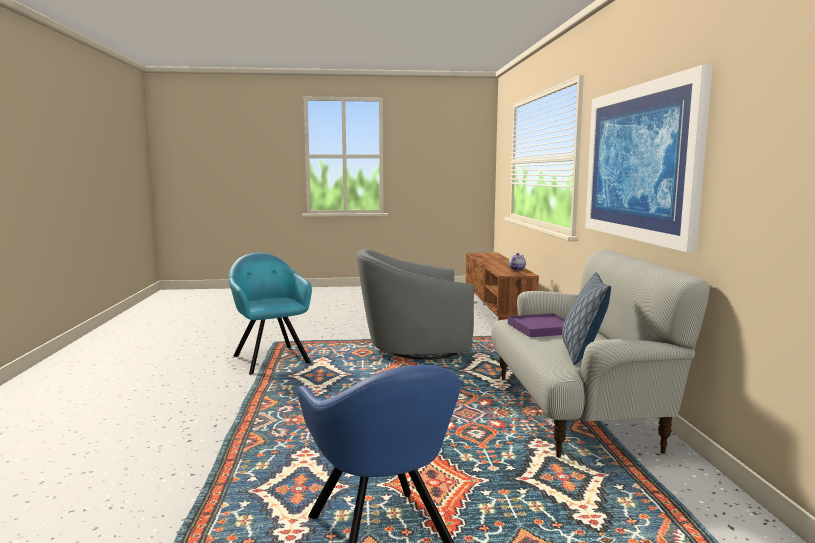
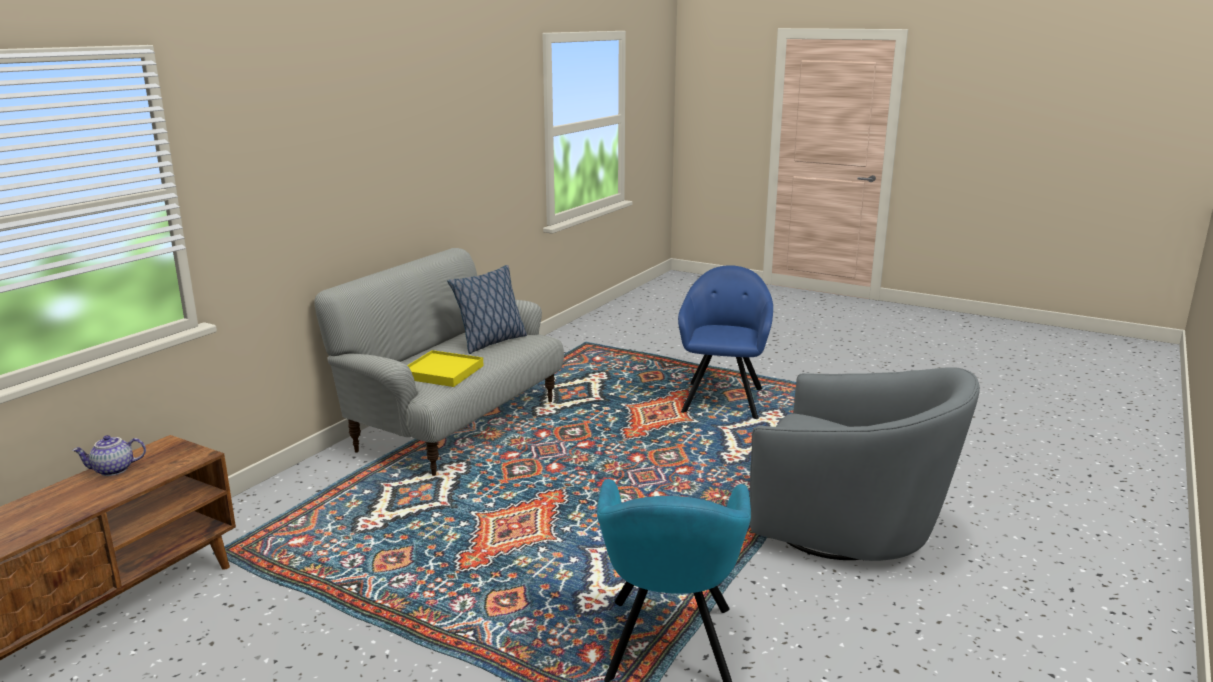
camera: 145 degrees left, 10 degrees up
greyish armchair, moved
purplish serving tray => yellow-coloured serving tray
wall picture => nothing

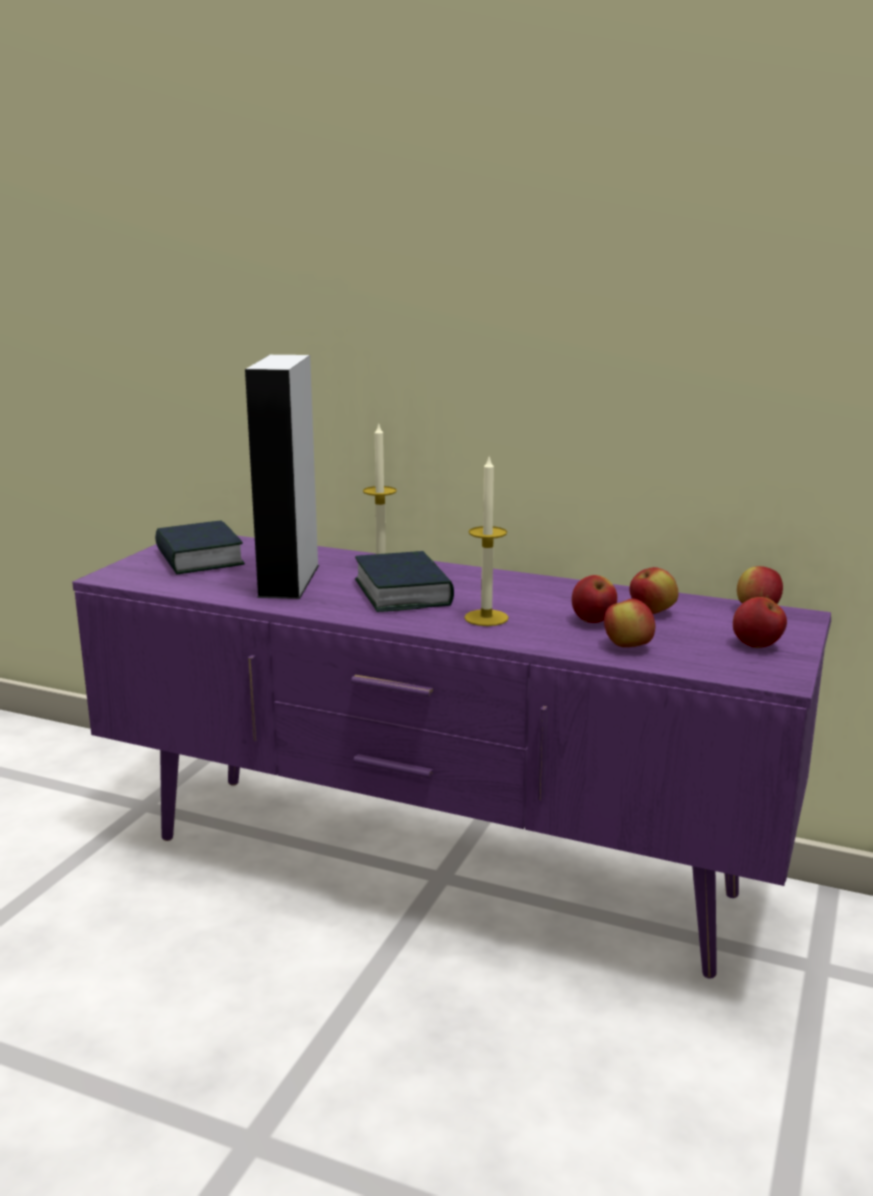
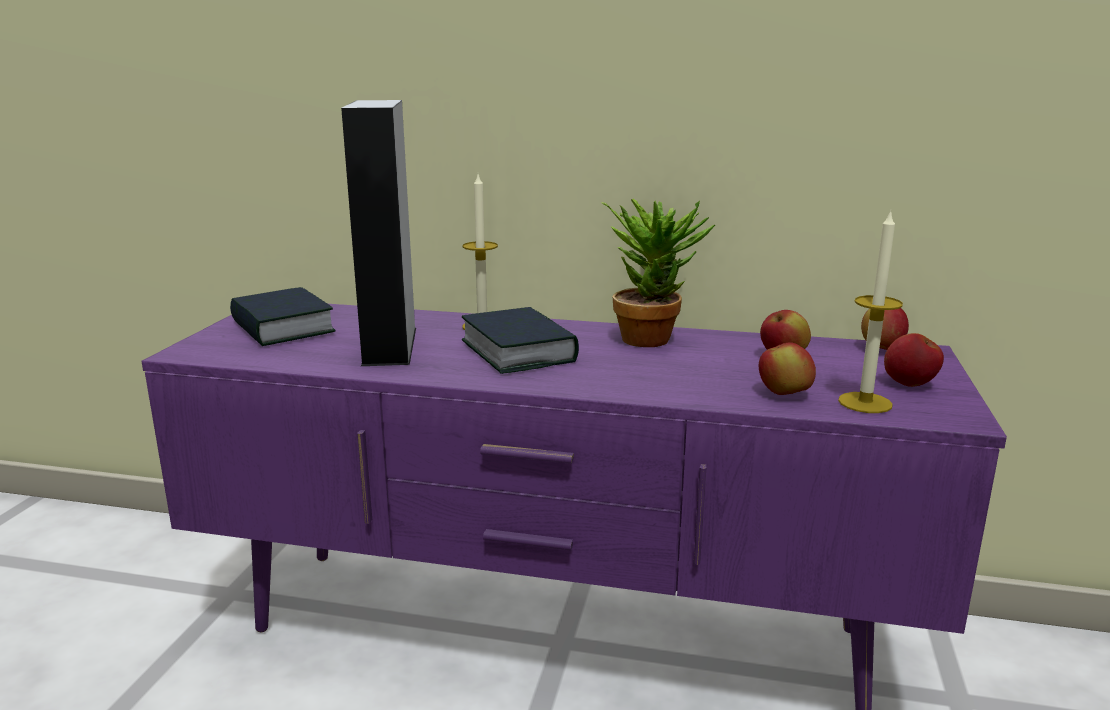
camera: 10 degrees left, 0 degrees up
wax candle (2nd from left), moved
apple (1st from left) => nothing
nothing => plant in a pot

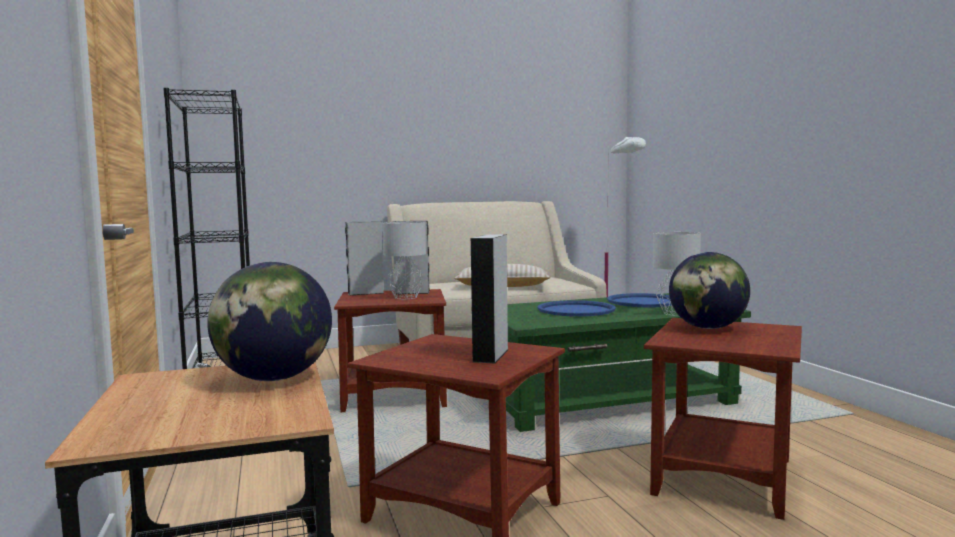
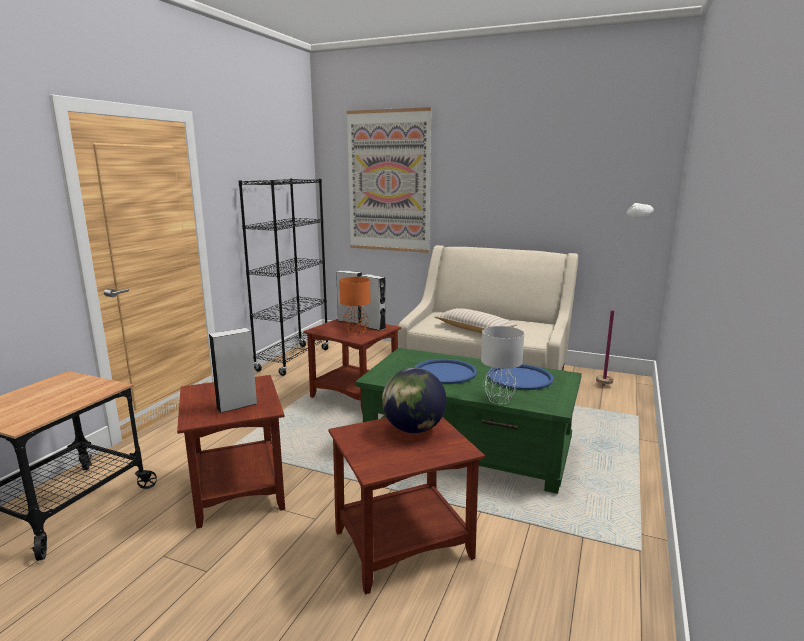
camera: 40 degrees right, 10 degrees up
globe (1st from left) => nothing
greyish tabletop lamp (1st from left) => orangey tabletop lamp
nothing => wall picture

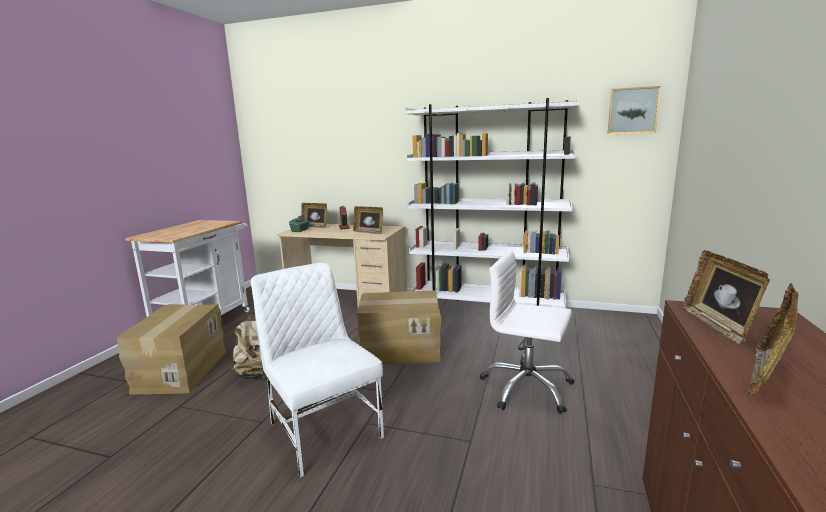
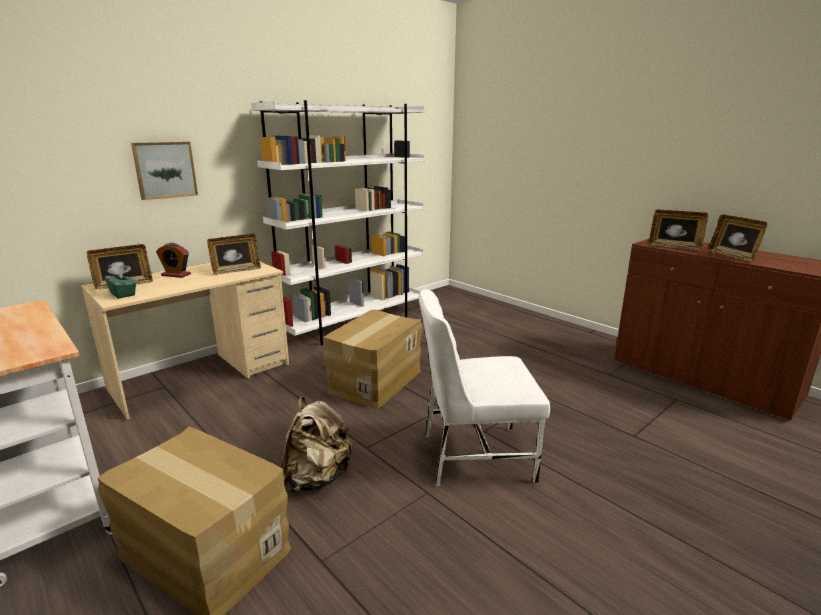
camera: 60 degrees left, 5 degrees up
whitish office chair => nothing
wall picture, moved

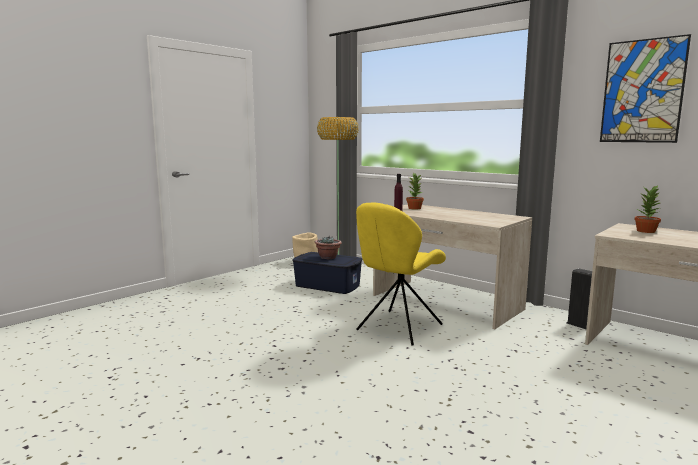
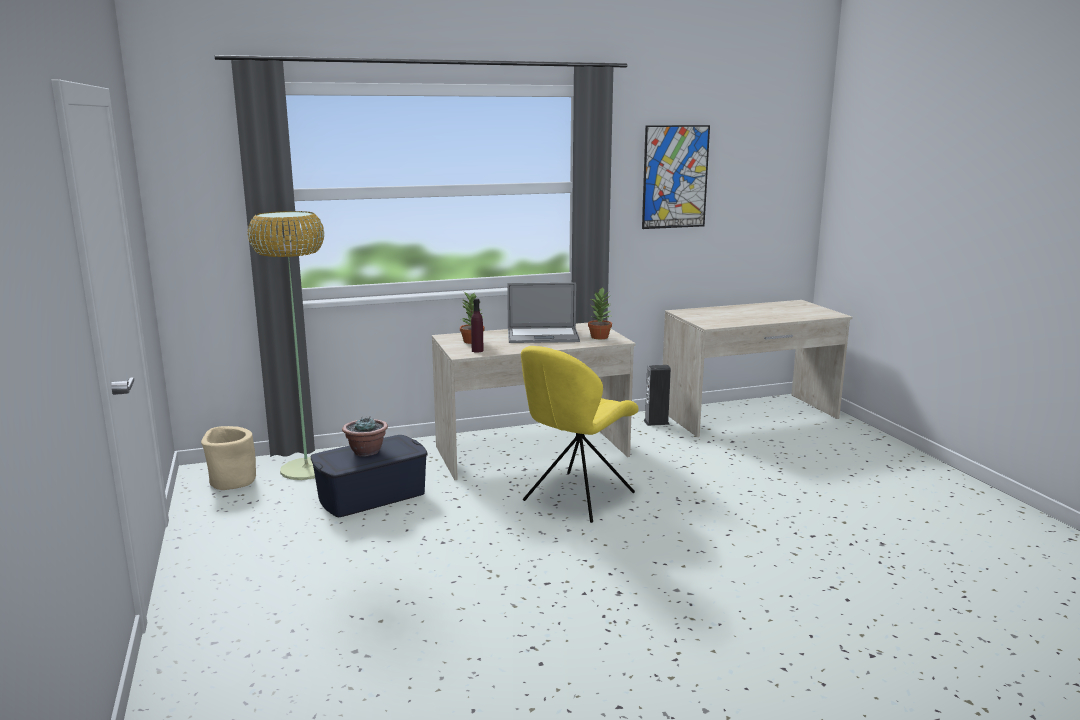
camera: 60 degrees left, 5 degrees up
yellow-coloured chair, 60 degrees clockwise
plant in a pot (3rd from left), moved
nothing => notebook computer

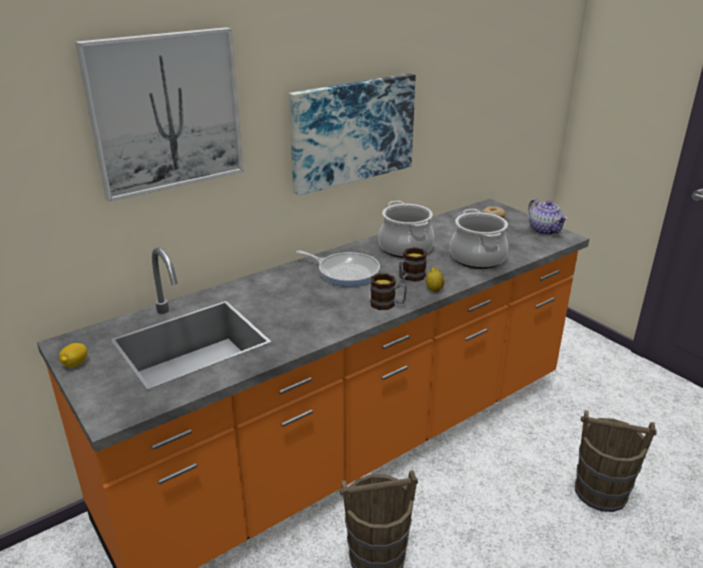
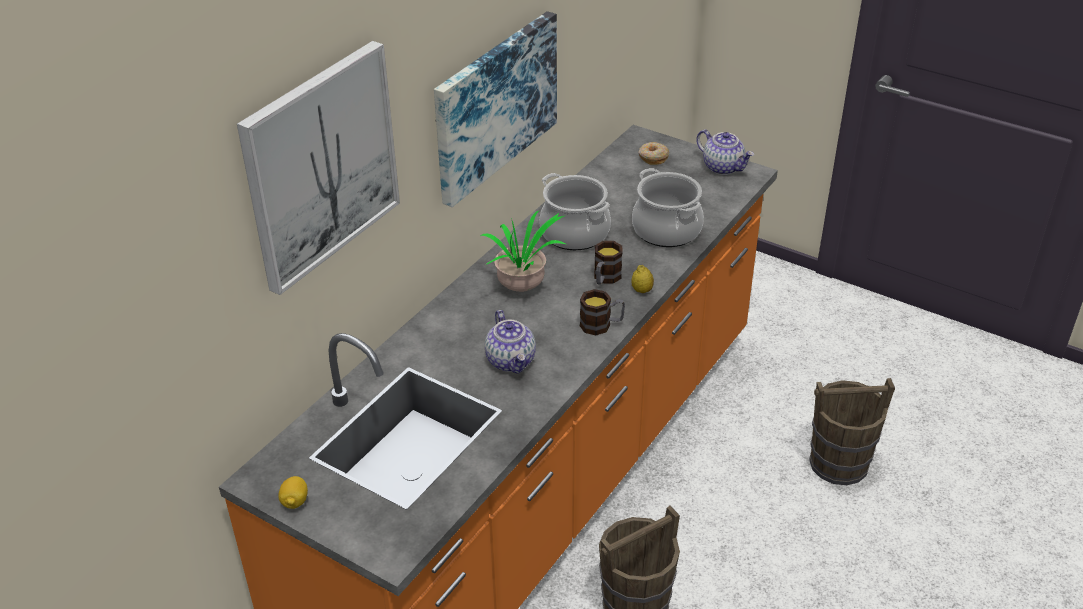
camera: 20 degrees left, 10 degrees up
frying pan => plant in a pot
nothing => pot for tea (1st from left)

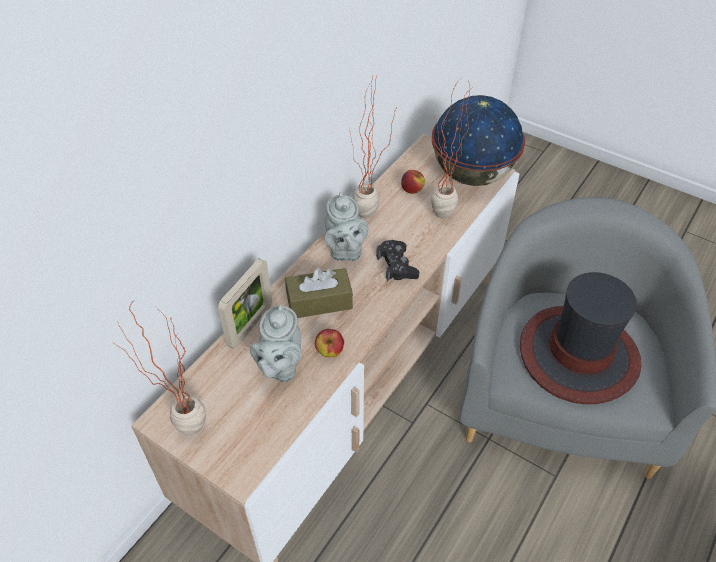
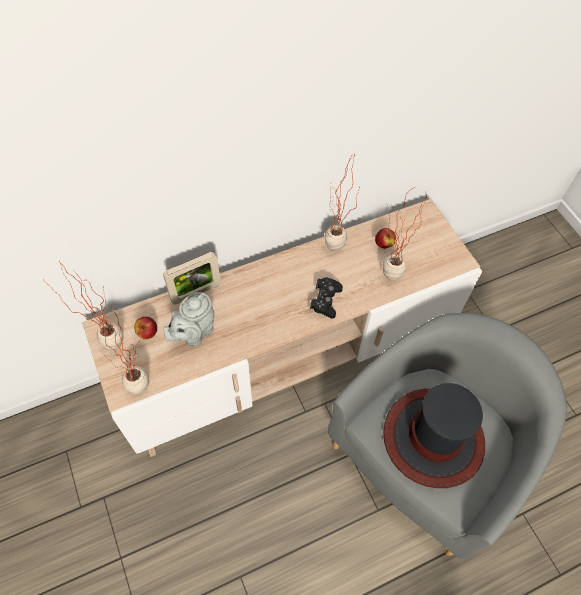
camera: 30 degrees right, 10 degrees up
brownish tissue holder => nothing
apple (1st from left), moved
greyish pot for tea (2nd from left) => nothing
globe => nothing
nothing => plant in a pot (2nd from left)

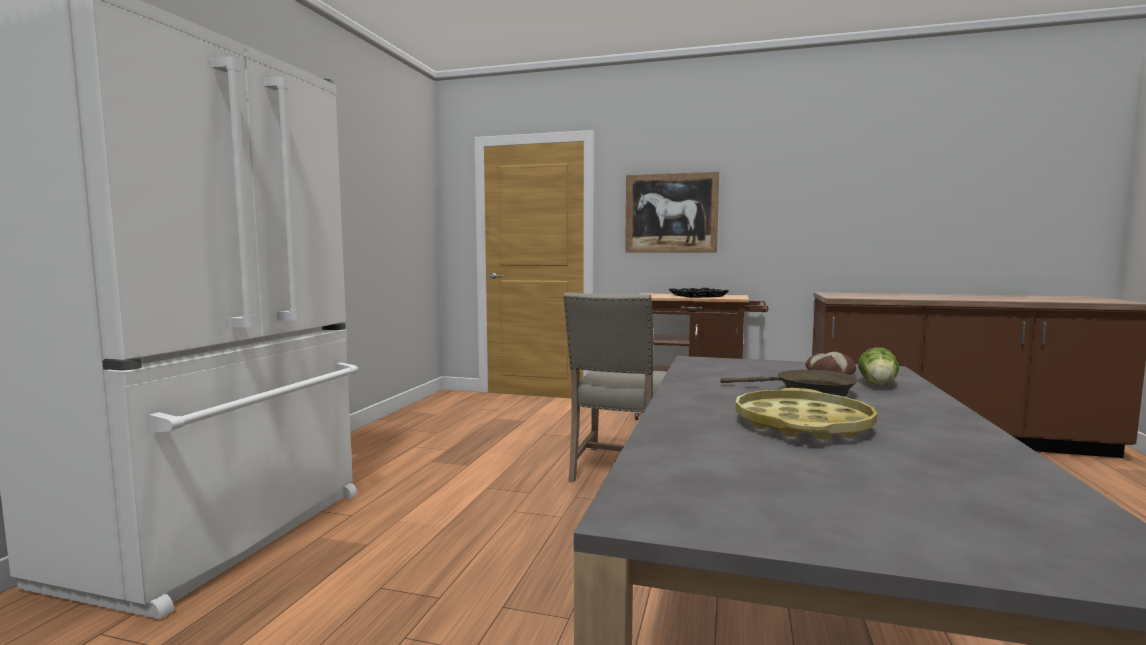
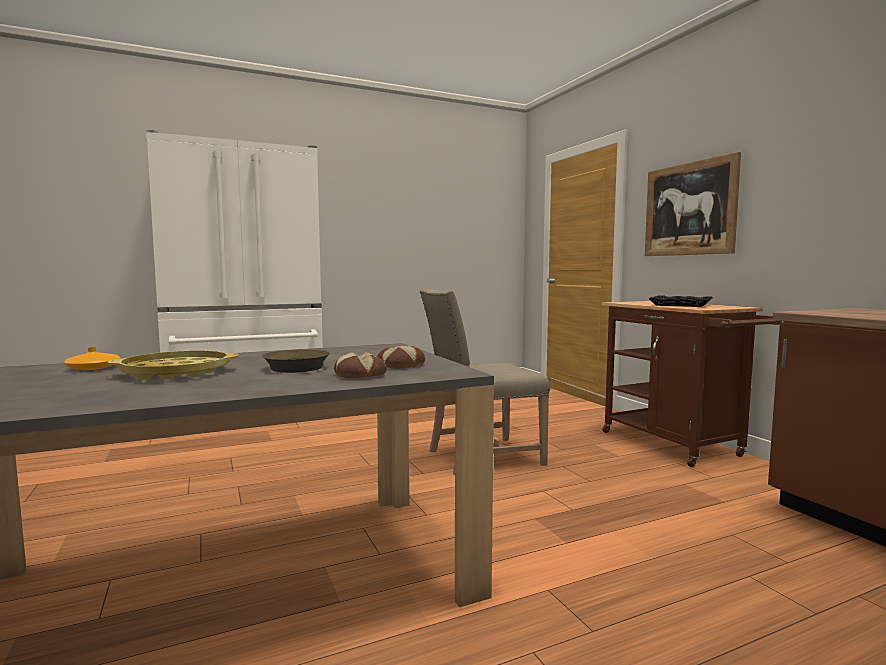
camera: 50 degrees right, 0 degrees up
lettuce head => baked bread (1st from left)
nothing => orangey decorative vase

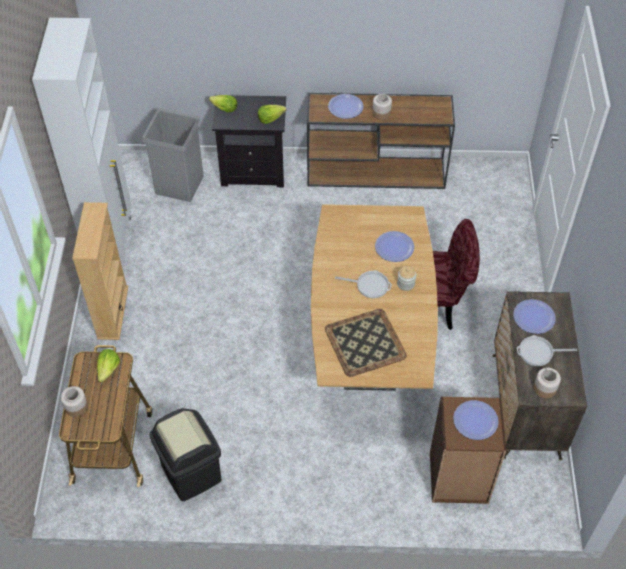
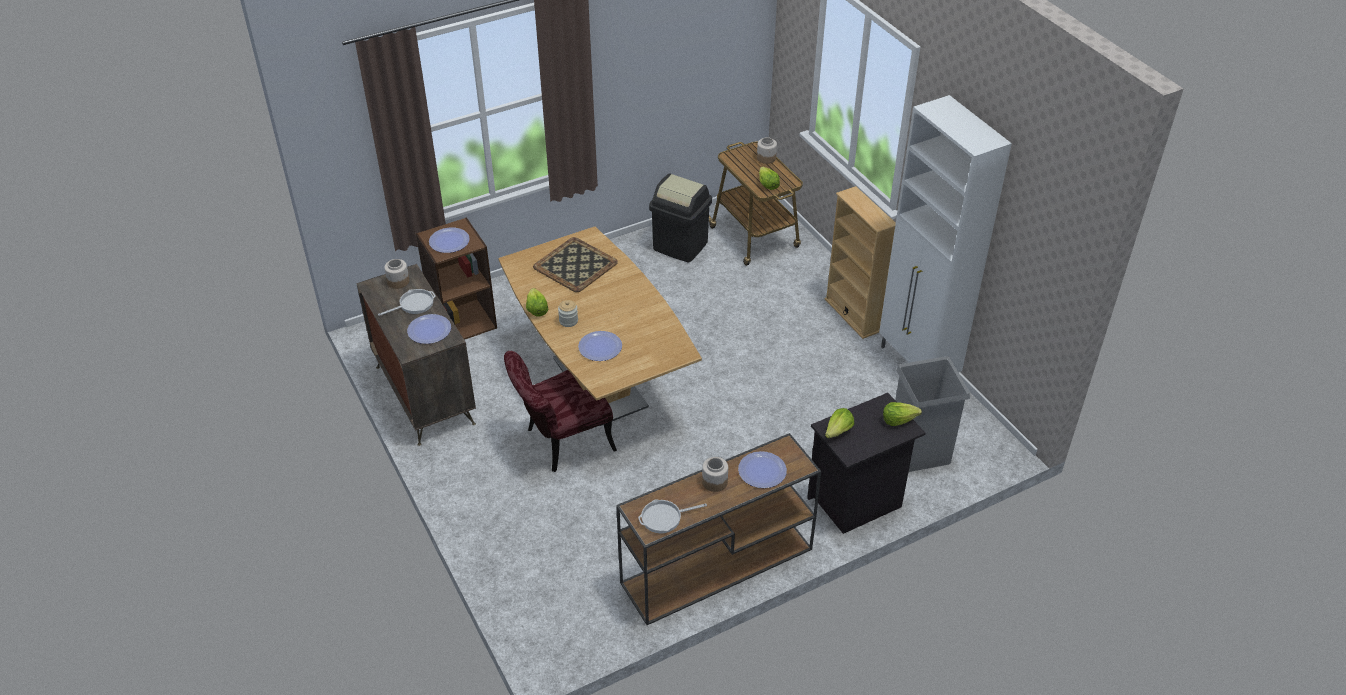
camera: 150 degrees right, 10 degrees down
frying pan (1st from left in the first image) => frying pan (2nd from left), moved
nothing => lettuce head (1st from left)

